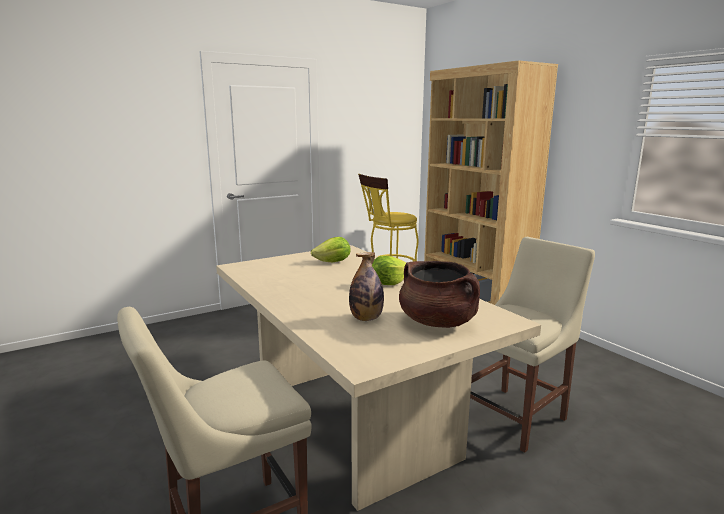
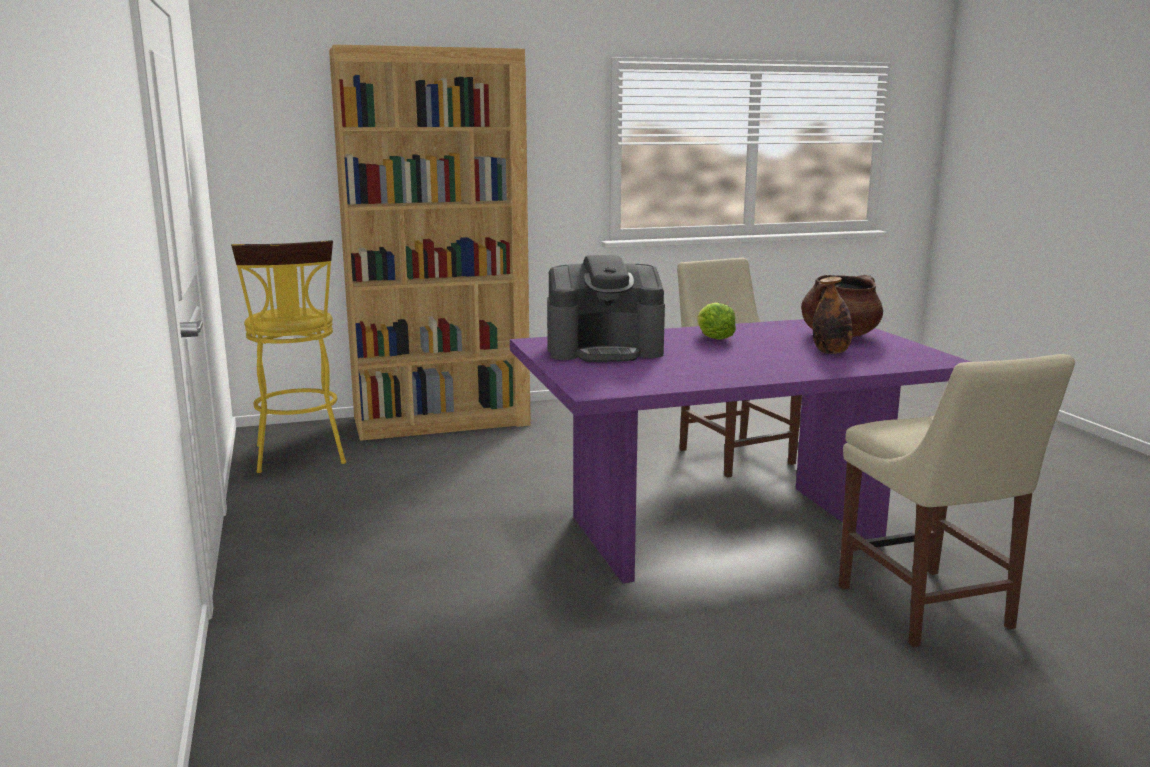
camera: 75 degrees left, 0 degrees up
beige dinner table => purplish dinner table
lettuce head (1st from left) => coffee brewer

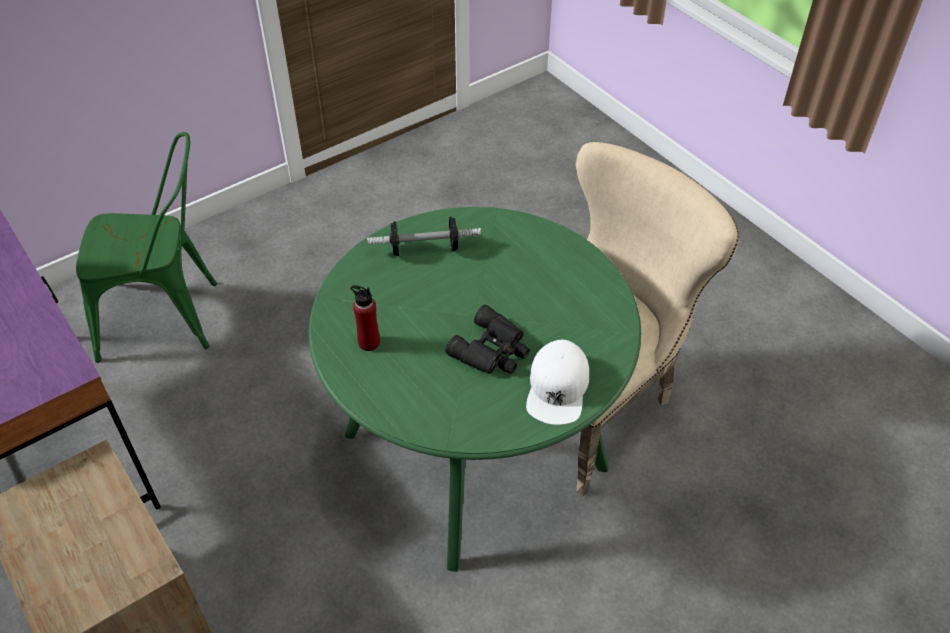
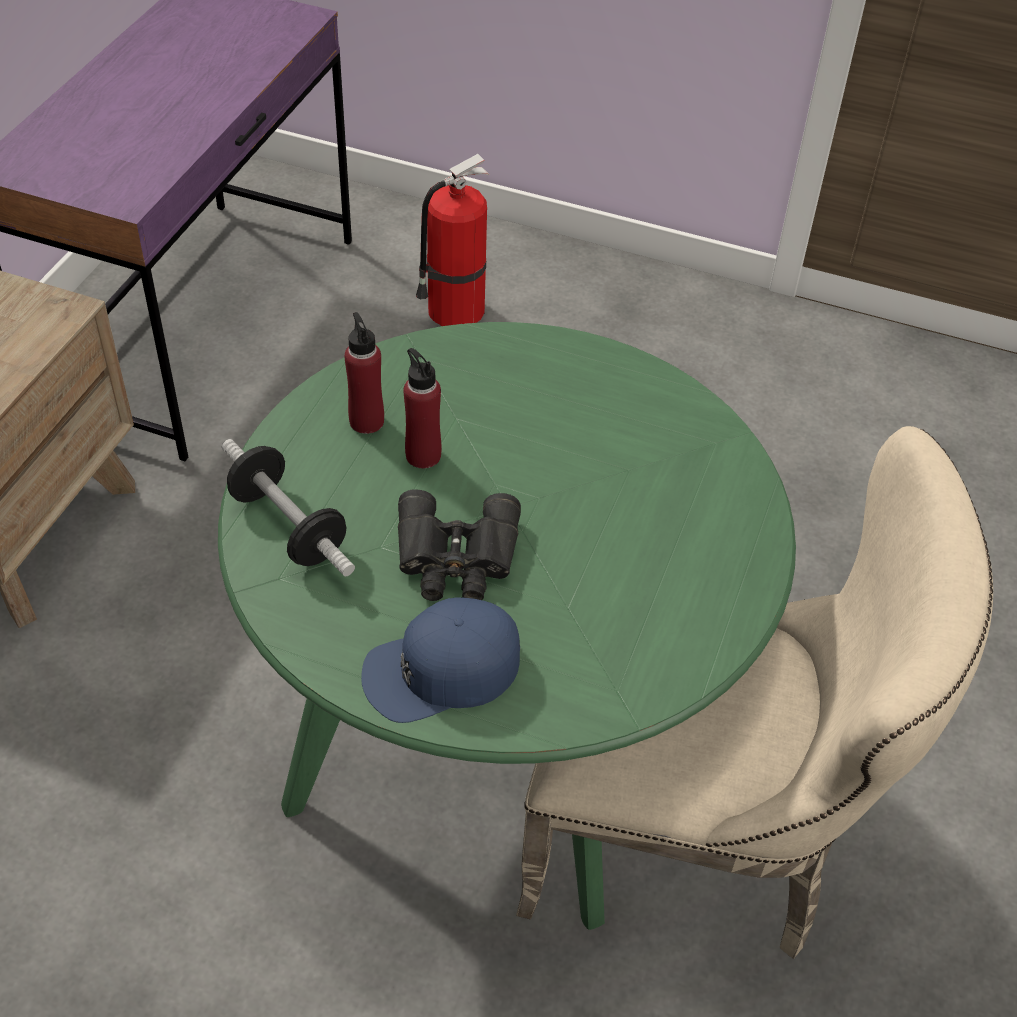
camera: 55 degrees right, 0 degrees up
green-coloured chair => fire-fighting cylinder
dumbbell, moved
whitish peaked cap => blue-coloured peaked cap
nothing => red-coloured drink bottle (2nd from left)

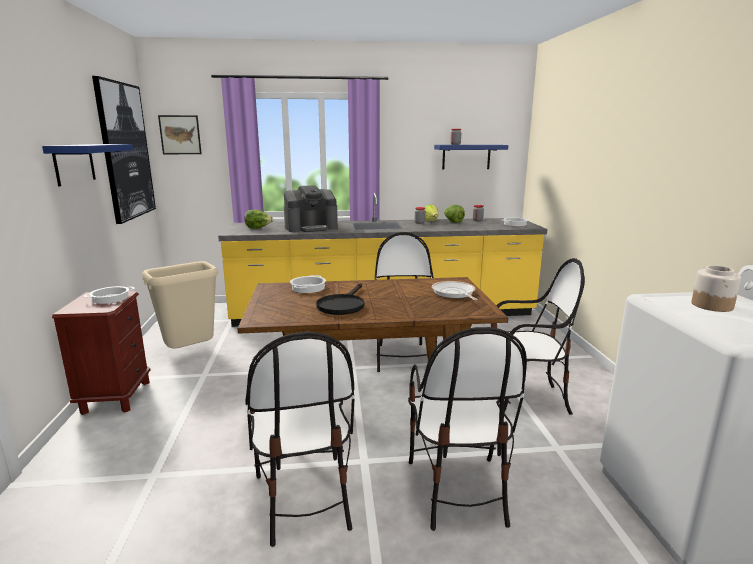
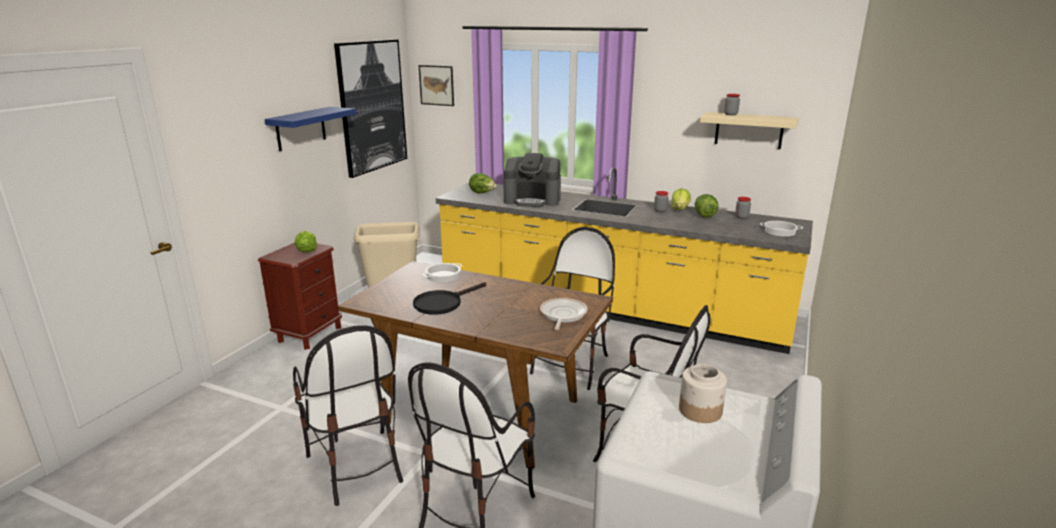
camera: 30 degrees right, 5 degrees up
stockpot (1st from left) => lettuce head (1st from left)
chair (1st from left), 45 degrees counterclockwise
blue-coloured shelf (2nd from left) => beige shelf

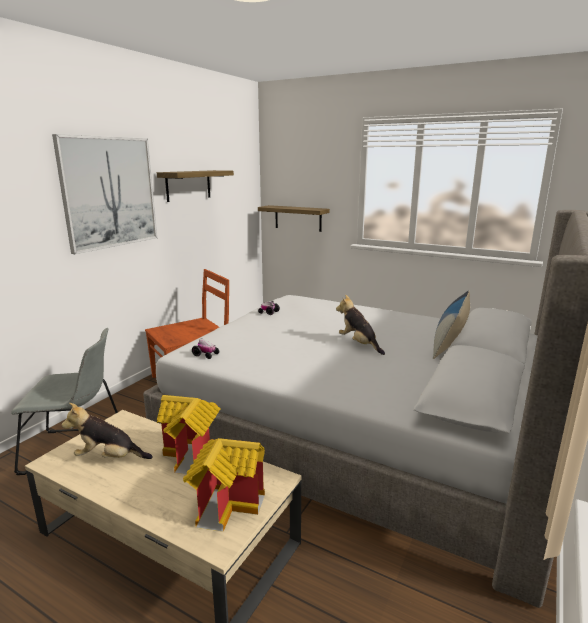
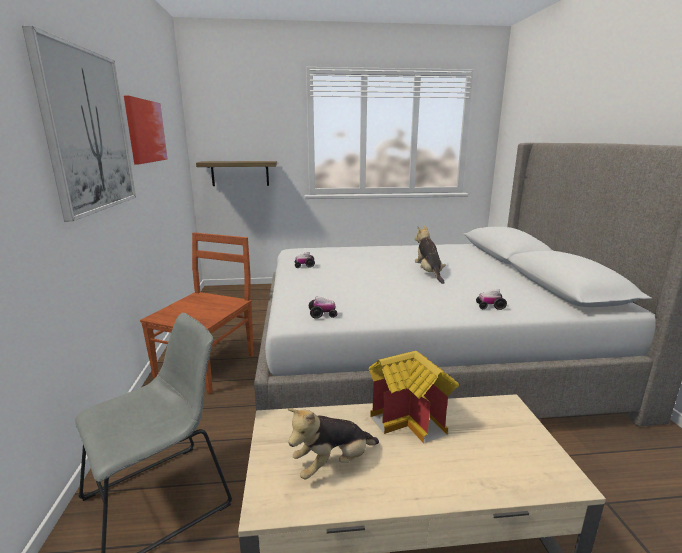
camera: 35 degrees left, 0 degrees up
shelf (1st from left) => wall picture (2nd from left)
miniature house (2nd from left) => nothing
cuddly toy (2nd from left), 60 degrees clockwise
cushion => nothing
nothing => model car (3rd from left)

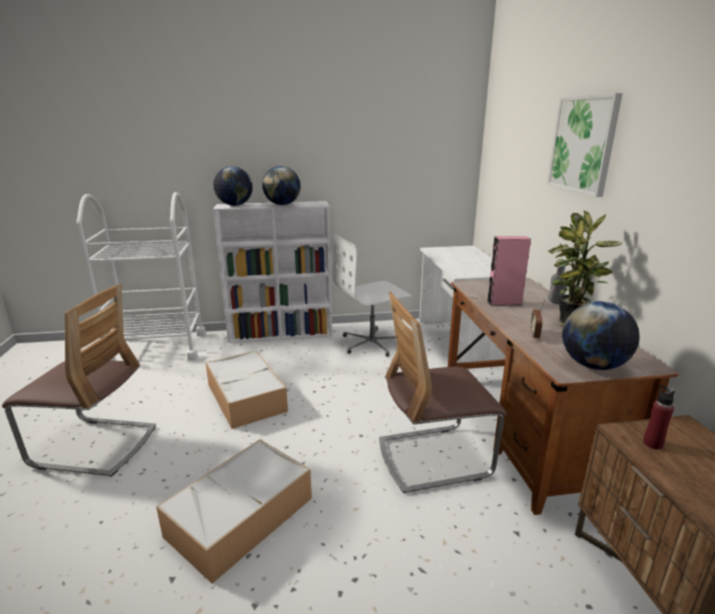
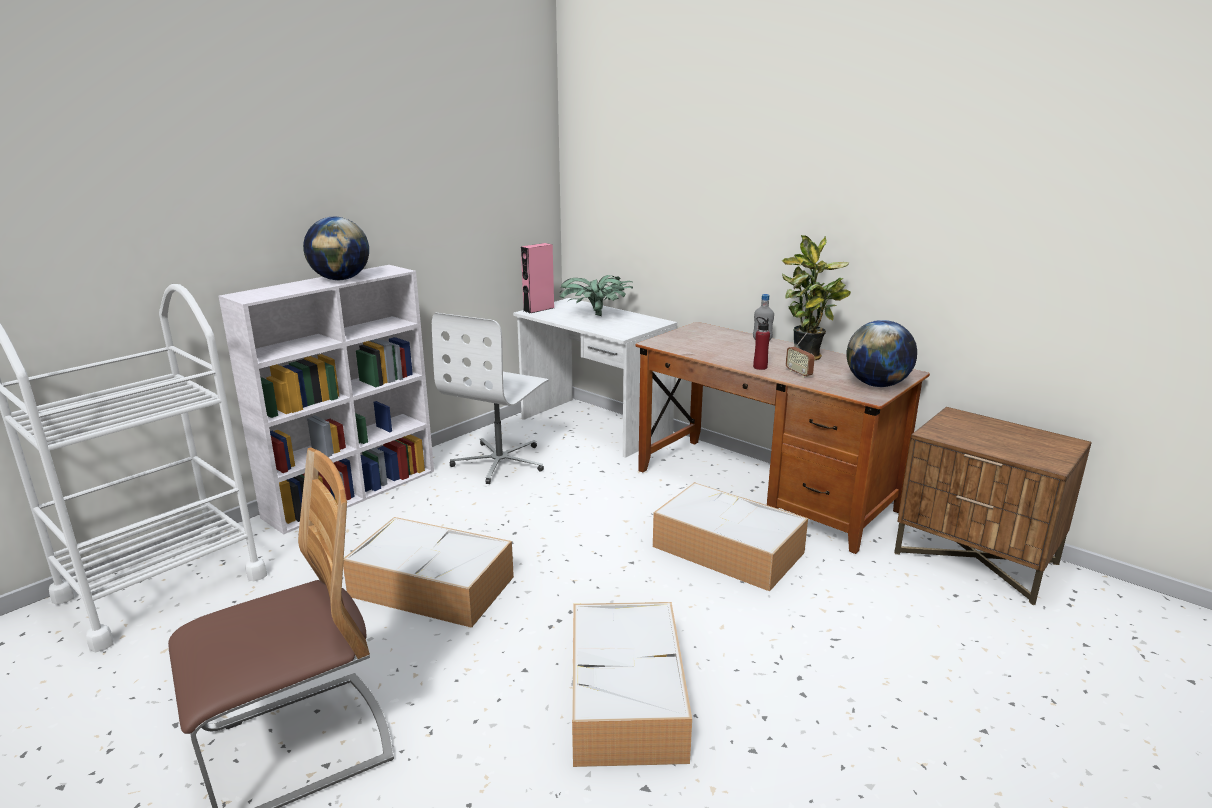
camera: 40 degrees left, 0 degrees up
globe (1st from left) => nothing
chair (2nd from left) => storage box (3rd from left)
pink audio speaker, moved
wall picture => nothing
red-coloured drink bottle, moved
nothing => plant in a pot (1st from left)

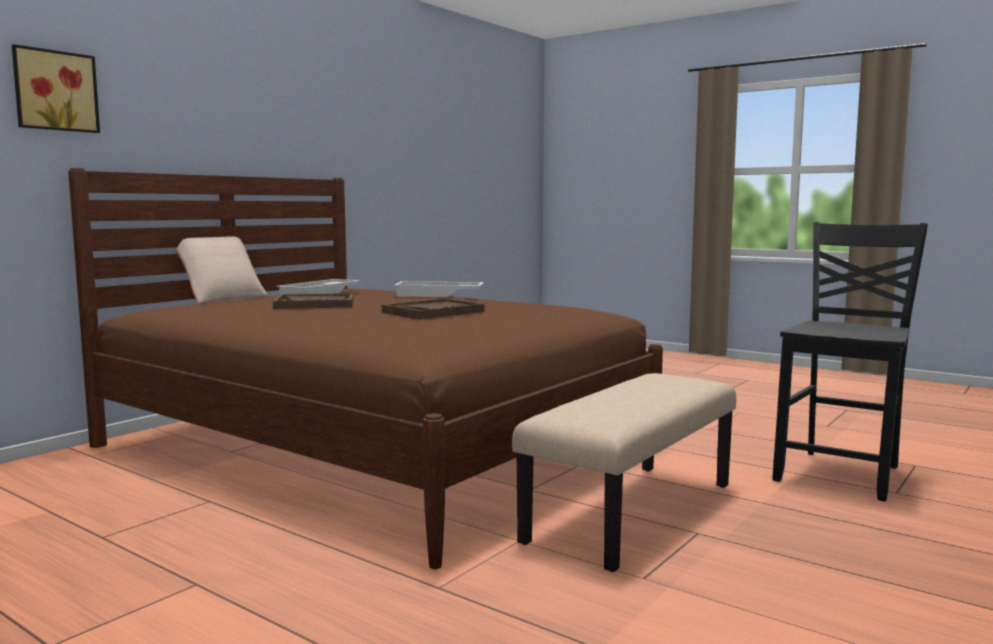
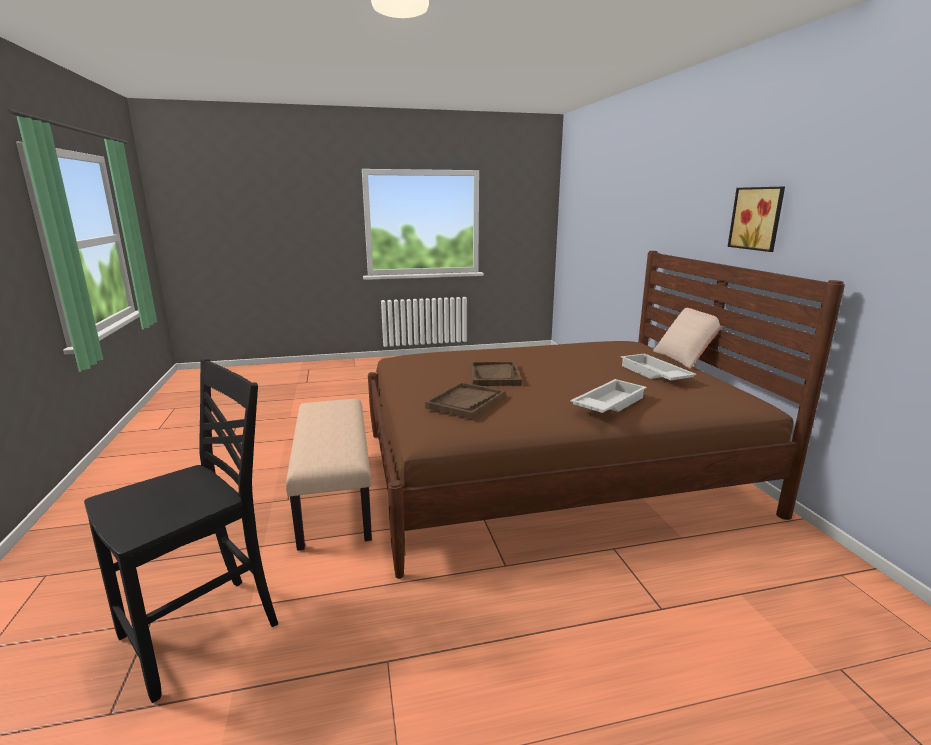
camera: 130 degrees right, 10 degrees up
wall picture, moved
brownish serving tray (1st from left), moved
black-coloured chair, 120 degrees counterclockwise

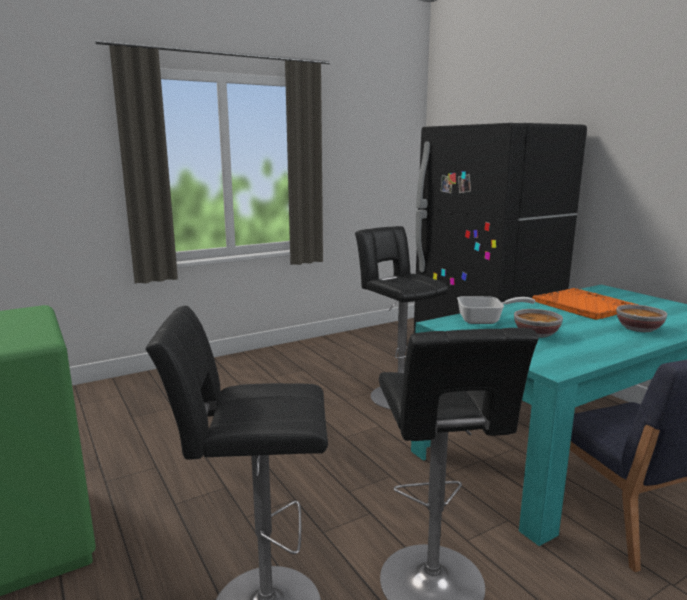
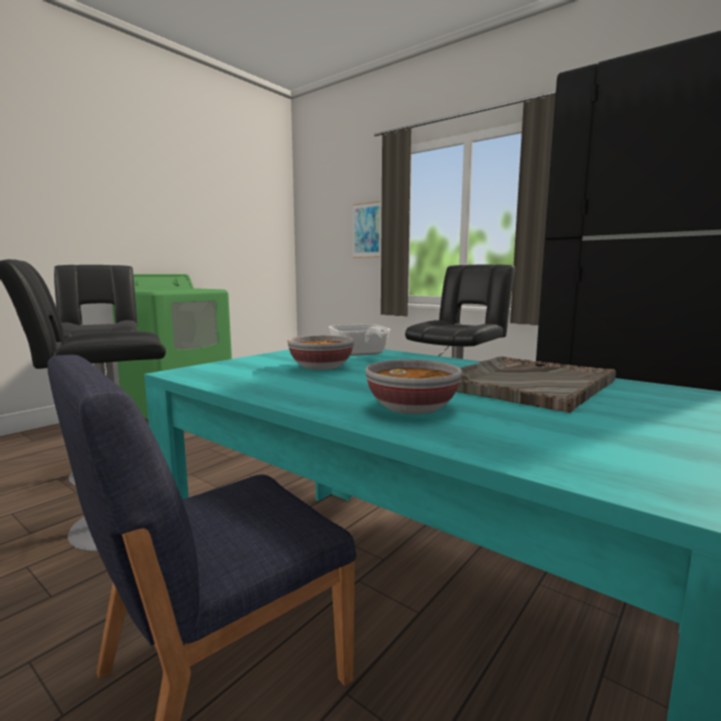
camera: 70 degrees right, 5 degrees down
orangey serving tray => greyish serving tray
nothing => wall picture

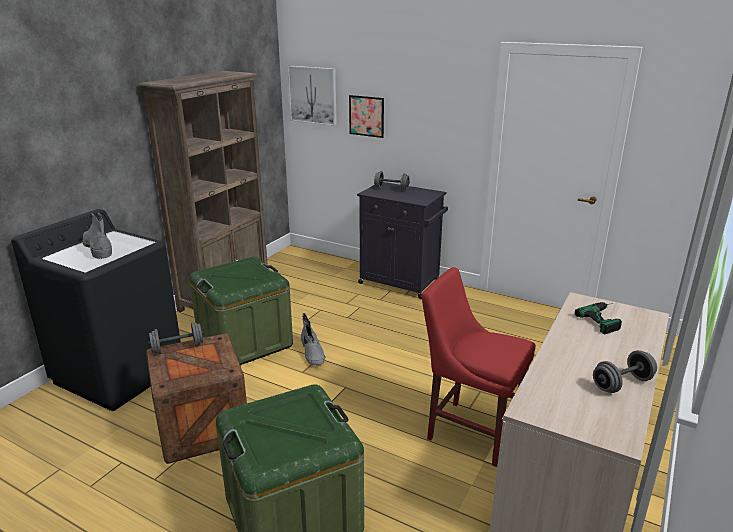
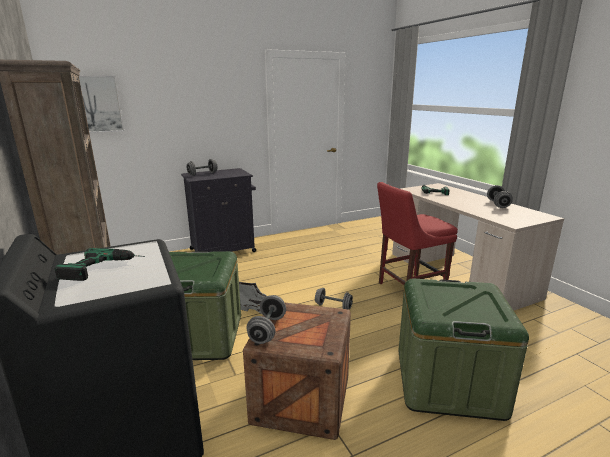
camera: 55 degrees left, 5 degrees down
greyish tall boot (1st from left) => electric drill (1st from left)
wall picture (2nd from left) => nothing
nothing => greyish dumbbell (3rd from left)

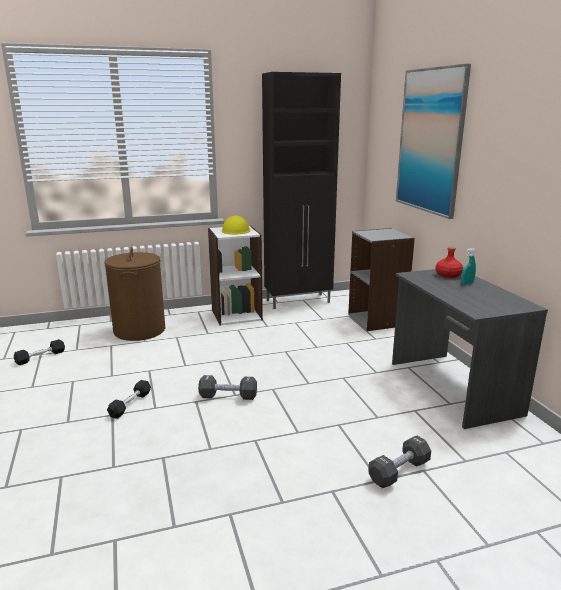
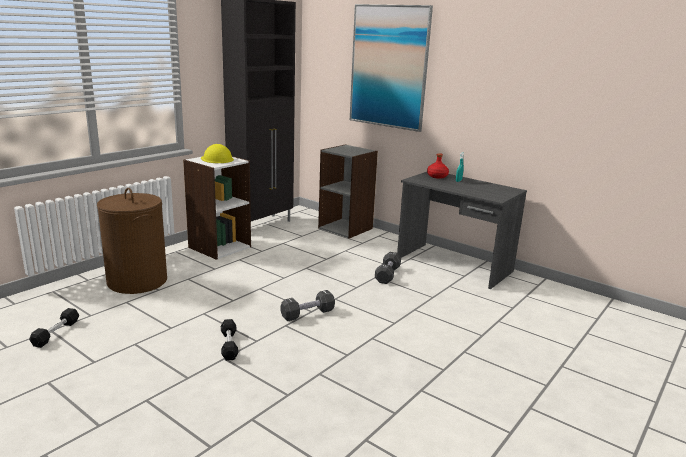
camera: 35 degrees left, 0 degrees up
black-coloured dumbbell (4th from left), moved

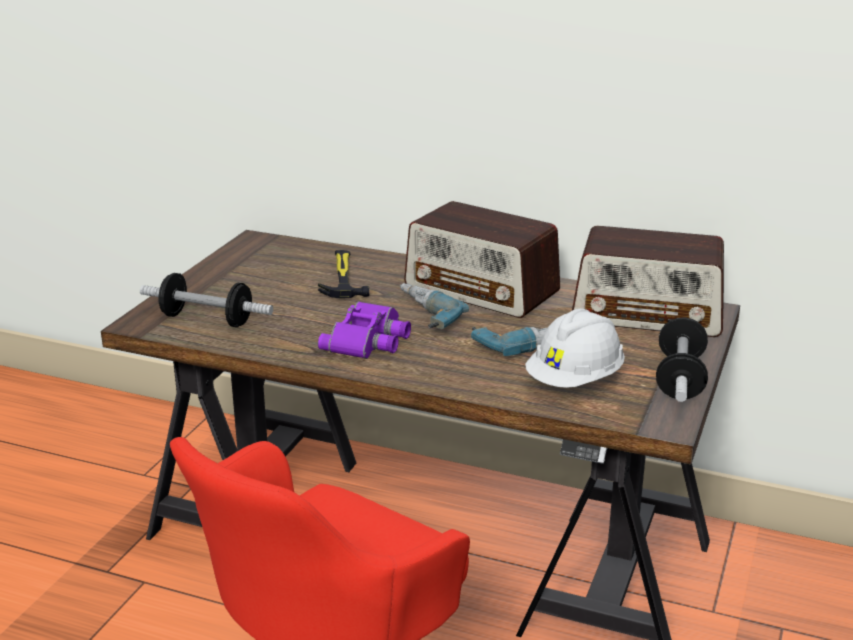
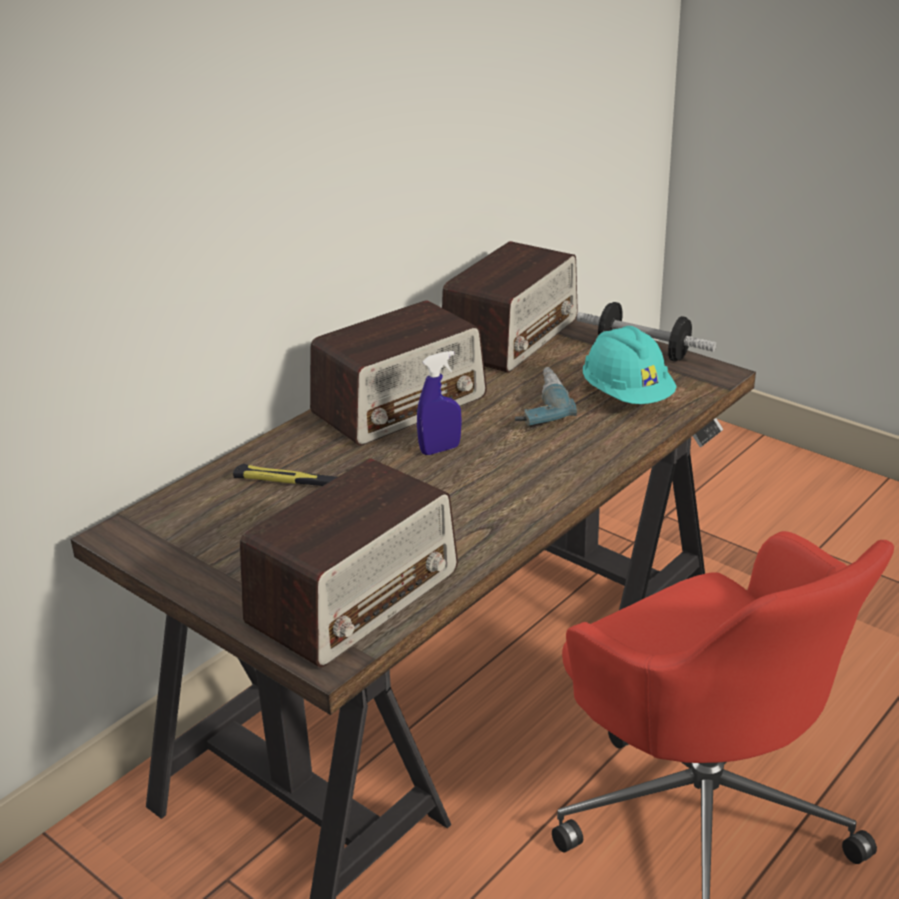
camera: 70 degrees left, 5 degrees up
dumbbell (1st from left) => radio (1st from left)
purplish binoculars => nothing
electric drill (1st from left) => blue-coloured sprayer
whitish work helmet => turquoise work helmet

